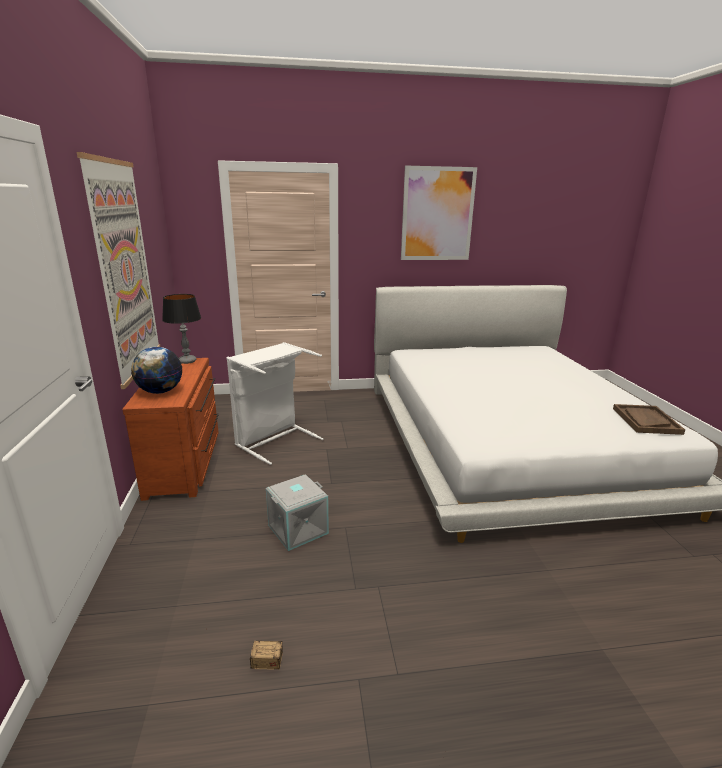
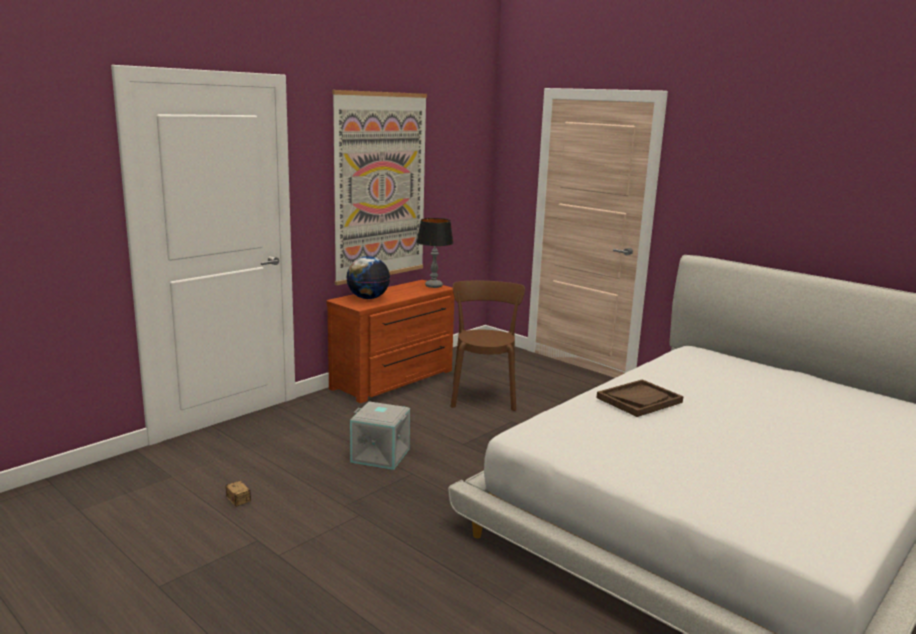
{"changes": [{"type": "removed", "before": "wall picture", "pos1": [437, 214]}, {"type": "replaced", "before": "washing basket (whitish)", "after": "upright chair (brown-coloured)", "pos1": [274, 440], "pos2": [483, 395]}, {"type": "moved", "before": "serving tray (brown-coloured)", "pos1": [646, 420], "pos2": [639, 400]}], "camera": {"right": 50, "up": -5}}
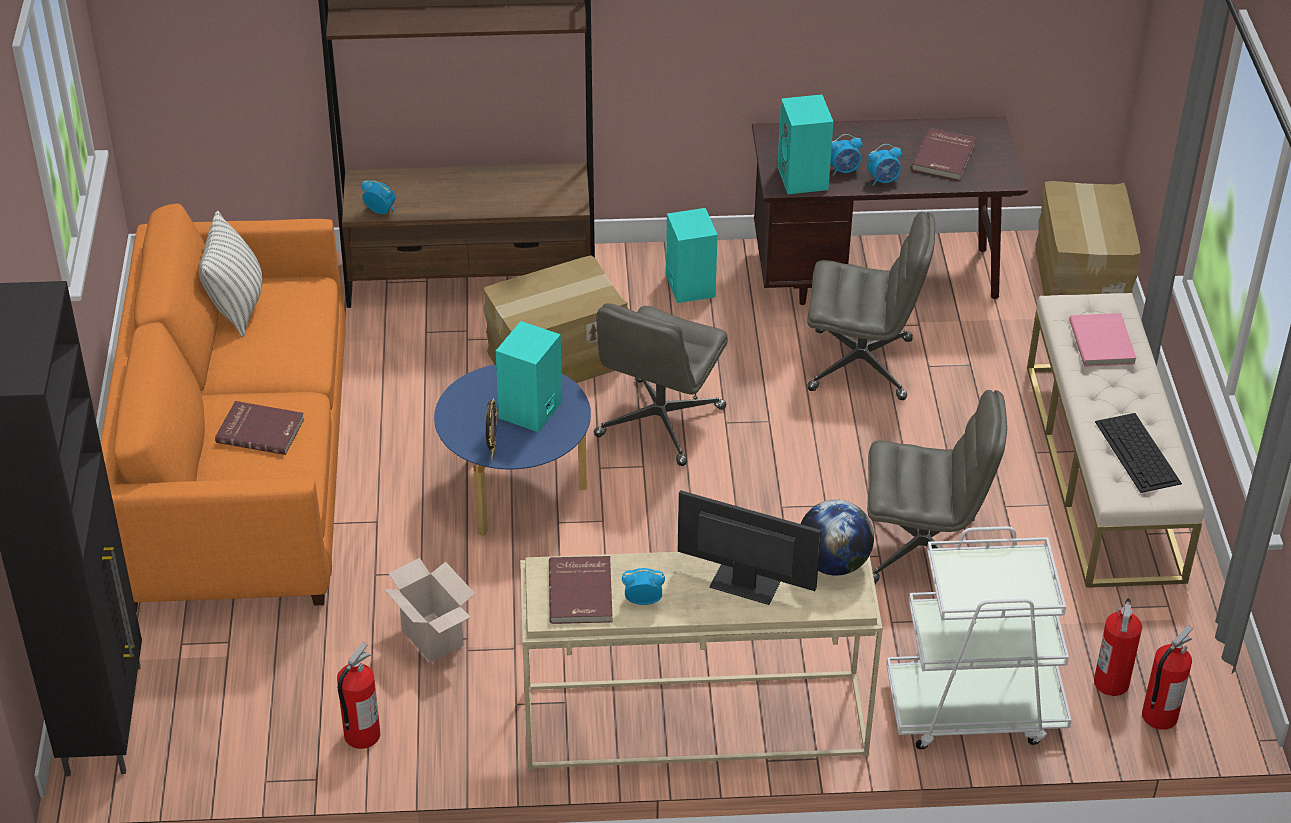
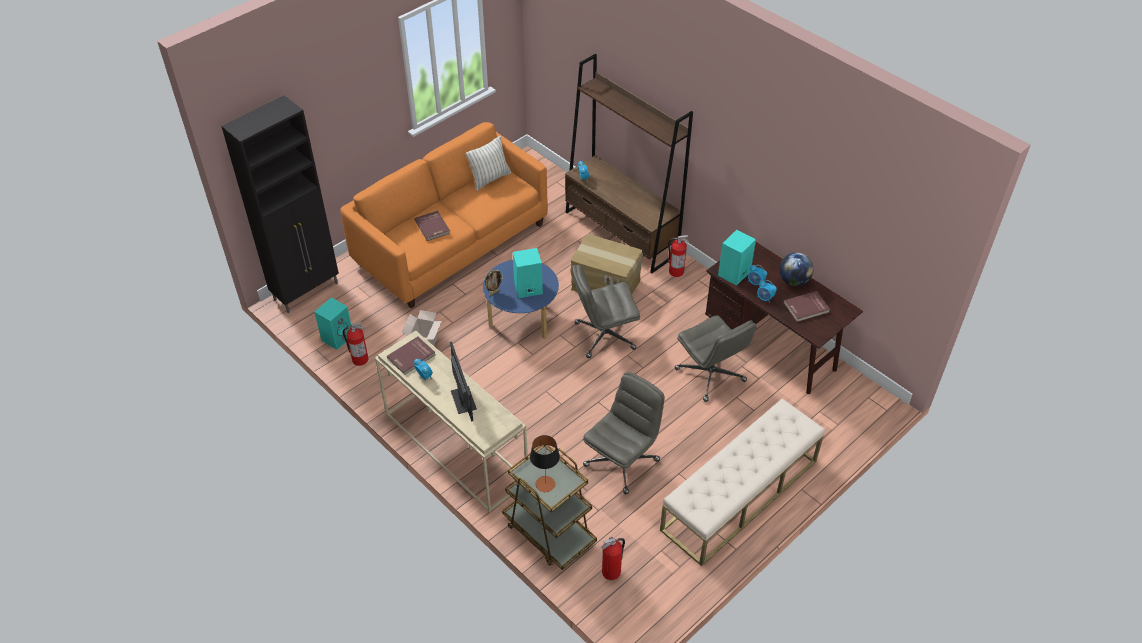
{"changes": [{"type": "removed", "before": "carton", "pos1": [1079, 279]}, {"type": "moved", "before": "speaker (turquoise)", "pos1": [689, 285], "pos2": [337, 337]}, {"type": "removed", "before": "book (pinkish)", "pos1": [1103, 342]}, {"type": "turned", "before": "office chair (gray)", "pos1": [923, 551], "pos2": [622, 462], "turn": -105}, {"type": "removed", "before": "keyboard", "pos1": [1138, 453]}, {"type": "moved", "before": "desk globe", "pos1": [833, 564], "pos2": [793, 281]}, {"type": "recoloured", "before": "cart (whitish)", "after": "cart (brown-coloured)", "pos1": [974, 709], "pos2": [549, 532]}, {"type": "moved", "before": "fire-fighting cylinder", "pos1": [1158, 716], "pos2": [676, 271]}, {"type": "added", "after": "tabletop lamp", "pos2": [545, 484]}], "camera": {"right": 50, "up": 5}}
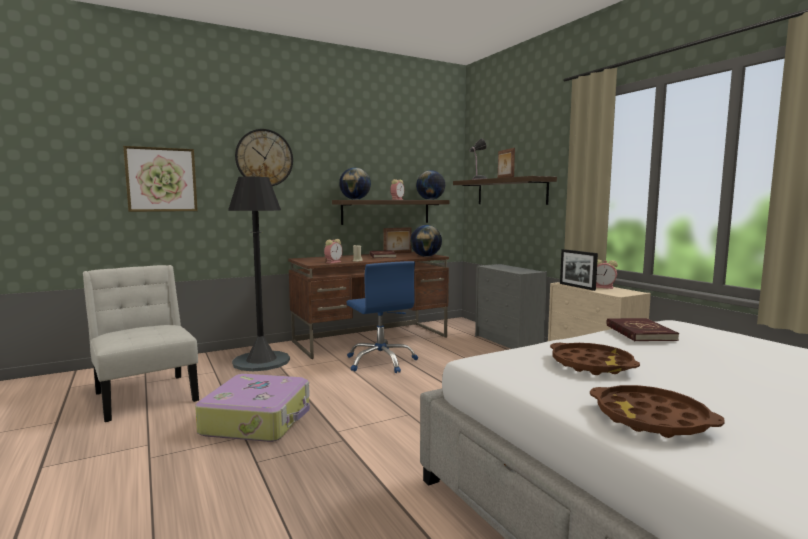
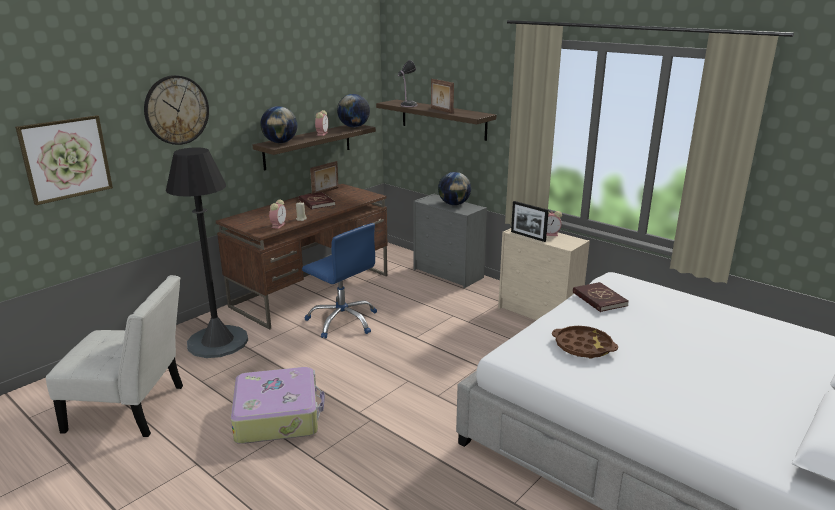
{"changes": [{"type": "moved", "before": "desk globe", "pos1": [426, 256], "pos2": [454, 204]}, {"type": "turned", "before": "upright chair (whitish)", "pos1": [146, 395], "pos2": [132, 409], "turn": 150}, {"type": "removed", "before": "serving tray (brown-coloured)", "pos1": [651, 419]}], "camera": {"right": -20, "up": 15}}
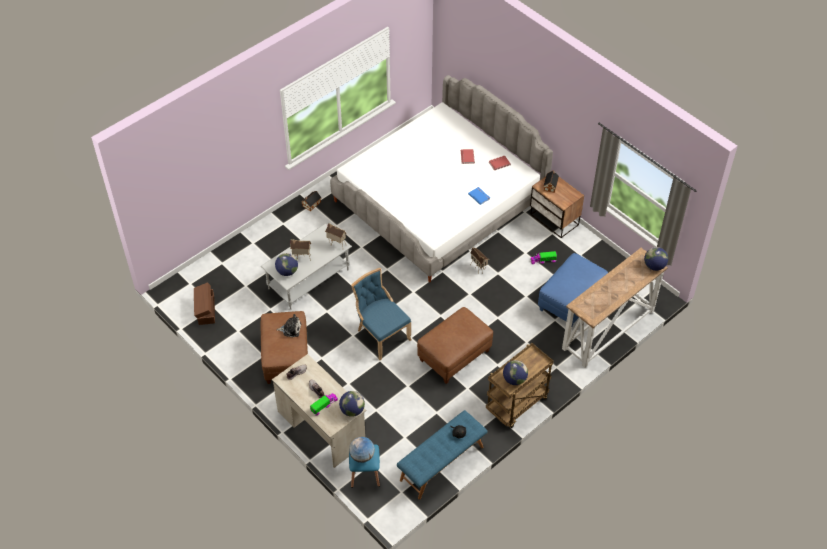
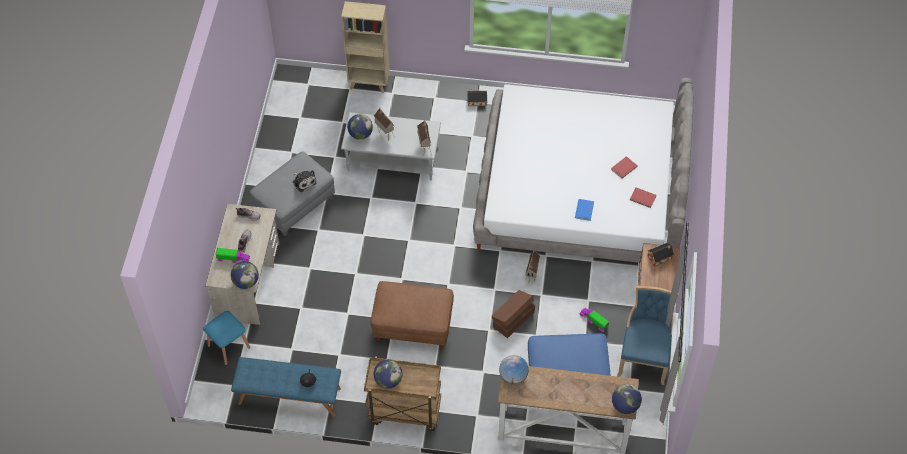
{"changes": [{"type": "moved", "before": "upright chair (blue)", "pos1": [381, 335], "pos2": [644, 356]}, {"type": "moved", "before": "storage container (brown-coloured)", "pos1": [205, 310], "pos2": [512, 319]}, {"type": "recoloured", "before": "ottoman (brown-coloured)", "after": "ottoman (gray)", "pos1": [285, 358], "pos2": [295, 205]}, {"type": "moved", "before": "desk globe", "pos1": [362, 456], "pos2": [513, 376]}, {"type": "added", "after": "bookcase (beige)", "pos2": [369, 83]}], "camera": {"right": 50, "up": 5}}
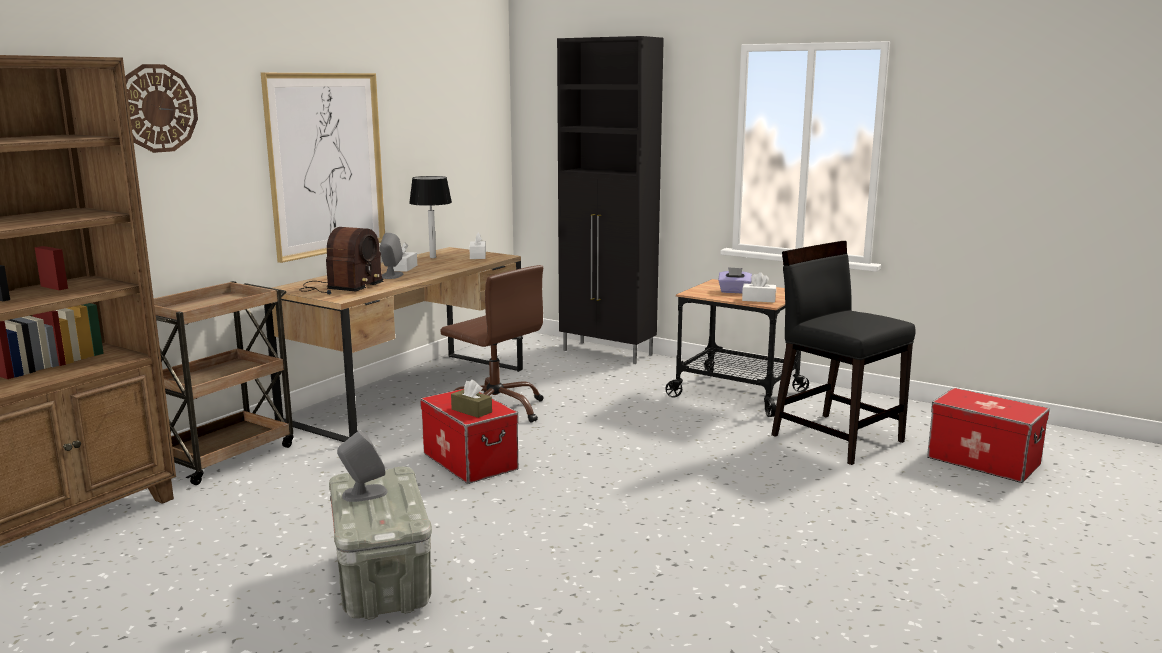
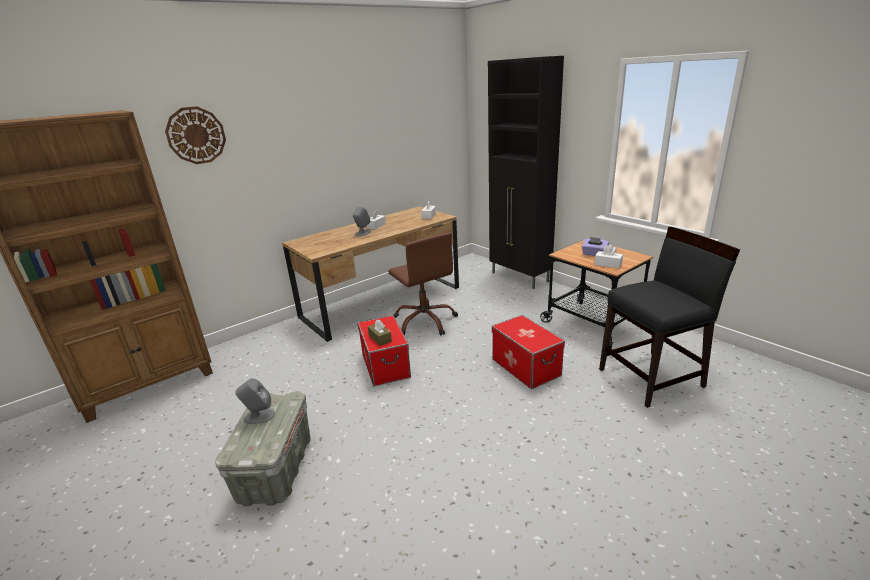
{"changes": [{"type": "removed", "before": "wall picture", "pos1": [326, 164]}, {"type": "removed", "before": "tabletop lamp", "pos1": [432, 257]}, {"type": "removed", "before": "radio receiver", "pos1": [340, 287]}, {"type": "turned", "before": "upright chair (blackish)", "pos1": [836, 437], "pos2": [652, 378], "turn": 90}, {"type": "removed", "before": "cart (brown-coloured)", "pos1": [226, 455]}, {"type": "moved", "before": "storage container", "pos1": [983, 461], "pos2": [526, 367]}], "camera": {"right": 20, "up": 10}}
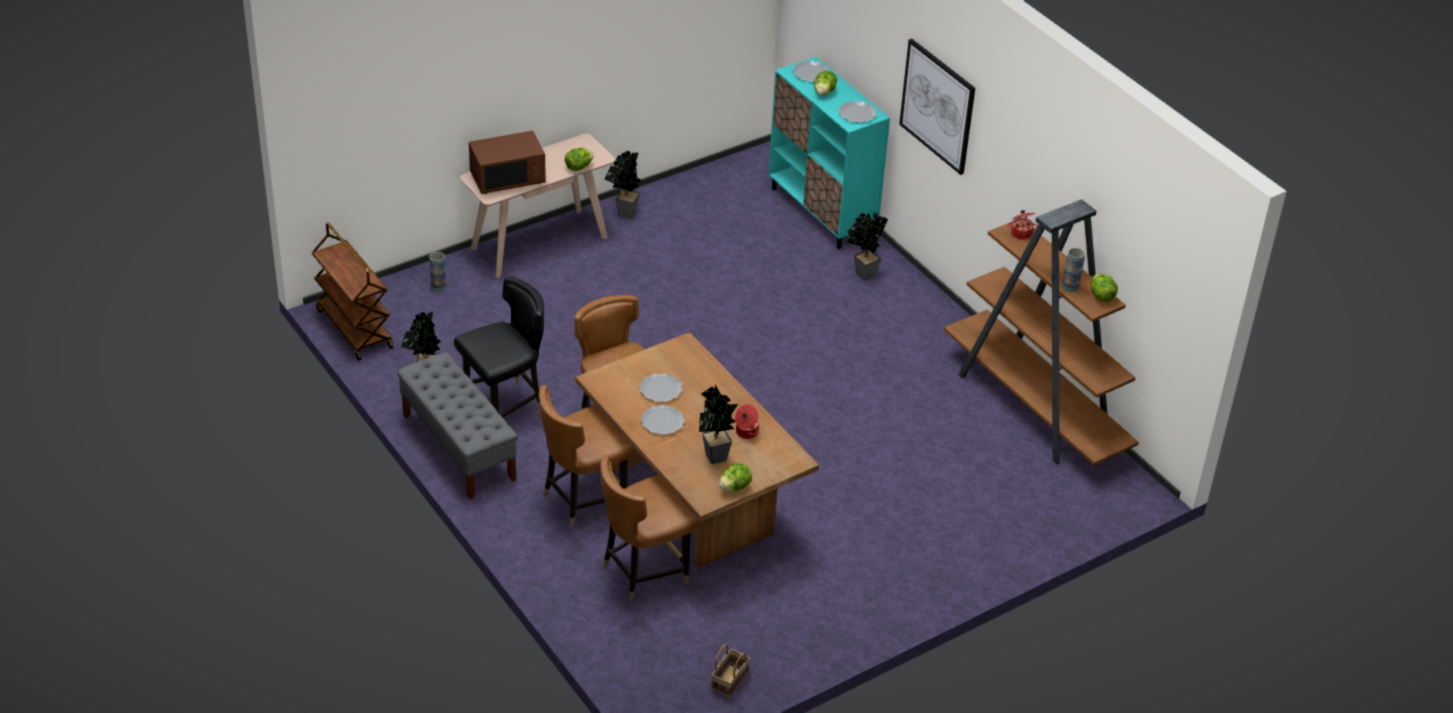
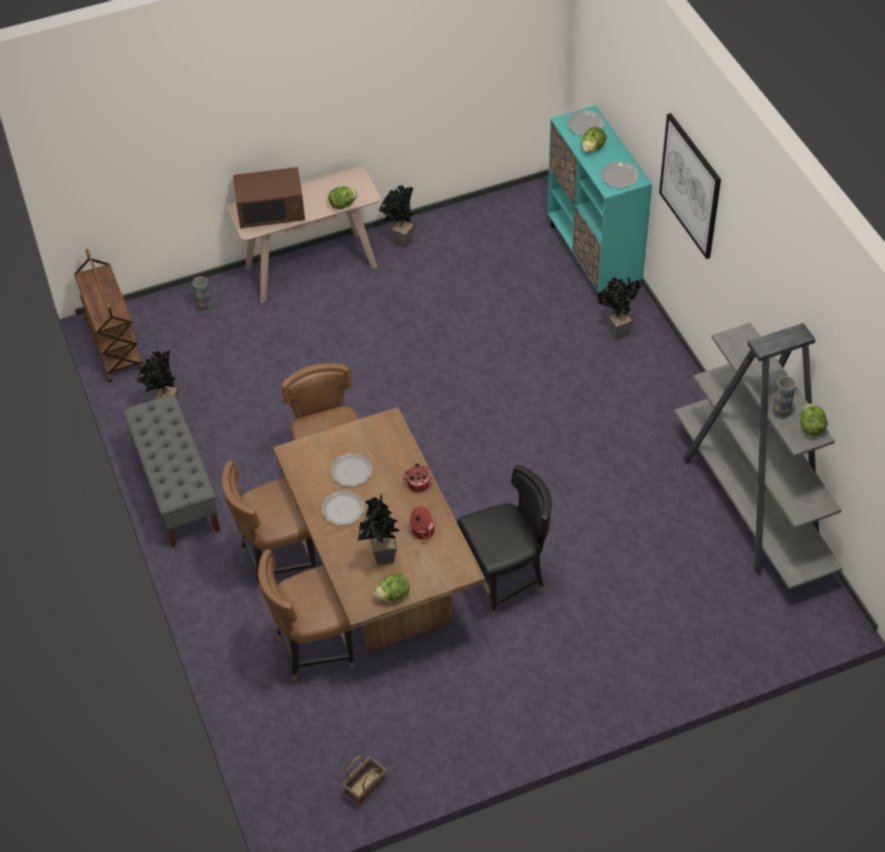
{"changes": [{"type": "recoloured", "before": "bookcase (brown-coloured)", "after": "bookcase (gray)", "pos1": [1035, 408], "pos2": [752, 507]}, {"type": "moved", "before": "cooking pot", "pos1": [1021, 233], "pos2": [418, 483]}, {"type": "moved", "before": "upright chair (blackish)", "pos1": [505, 405], "pos2": [506, 582]}], "camera": {"right": 15, "up": 10}}
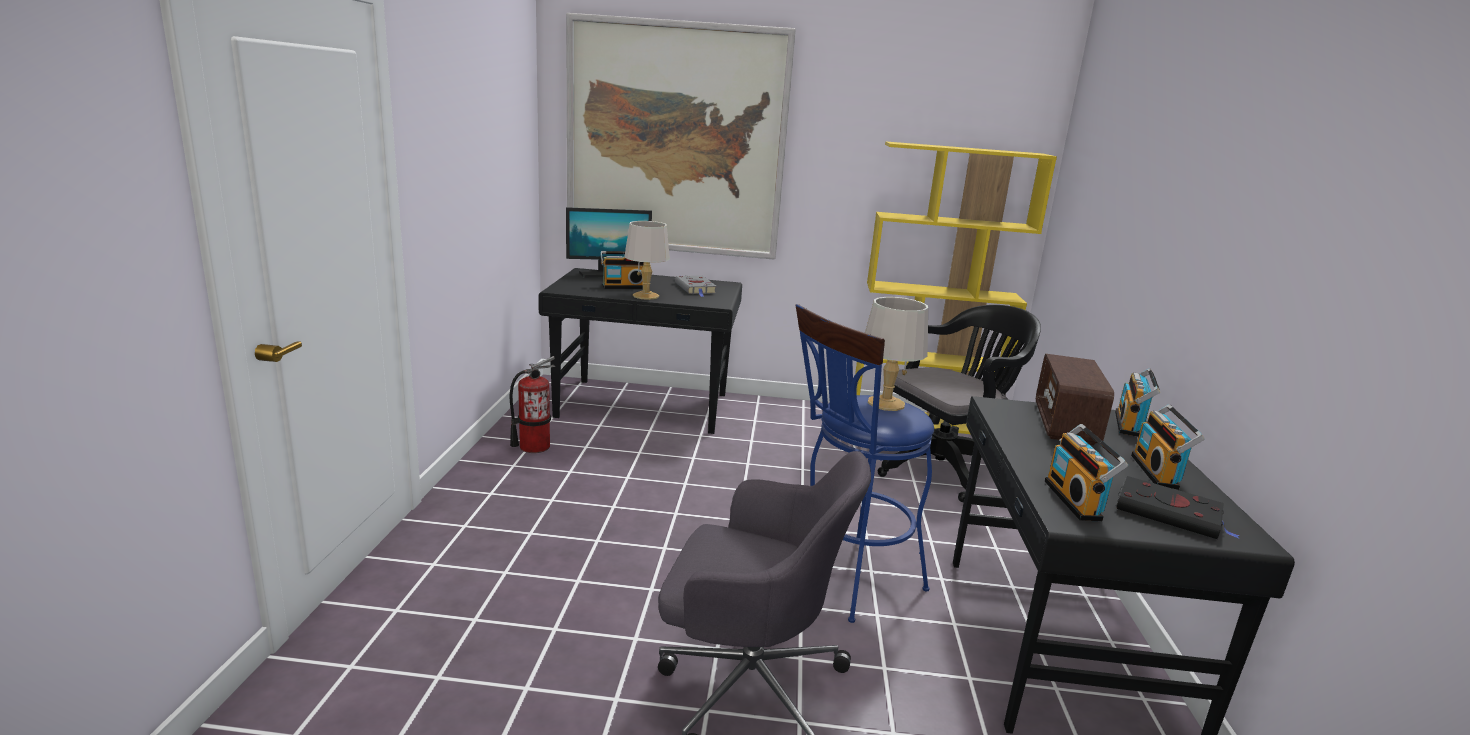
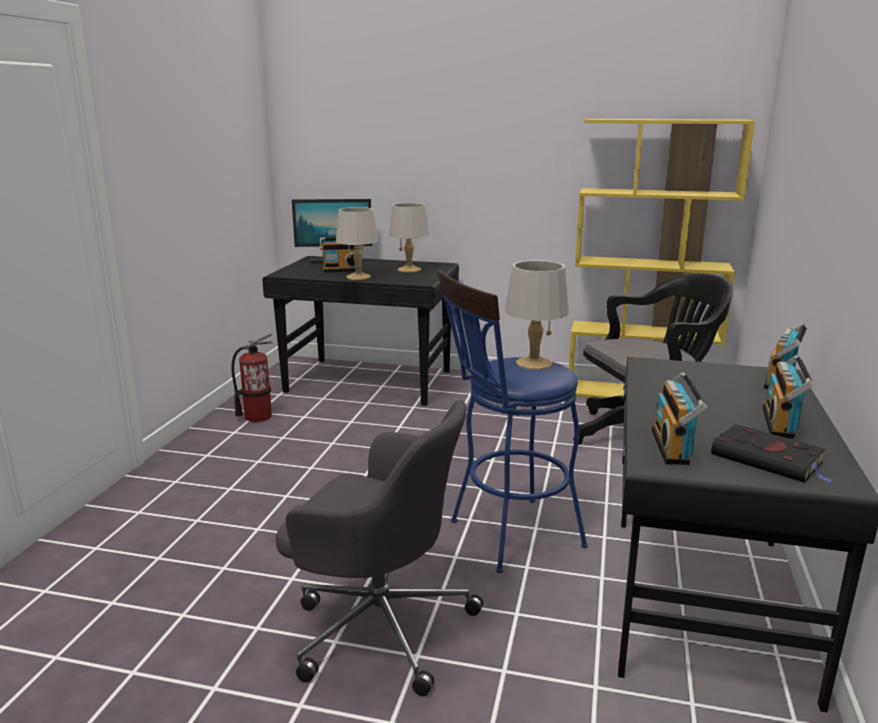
{"changes": [{"type": "removed", "before": "wall picture", "pos1": [676, 140]}, {"type": "replaced", "before": "book (gray)", "after": "tabletop lamp (gray)", "pos1": [696, 289], "pos2": [409, 270]}, {"type": "removed", "before": "radio receiver", "pos1": [1065, 425]}], "camera": {"right": 10, "up": 0}}
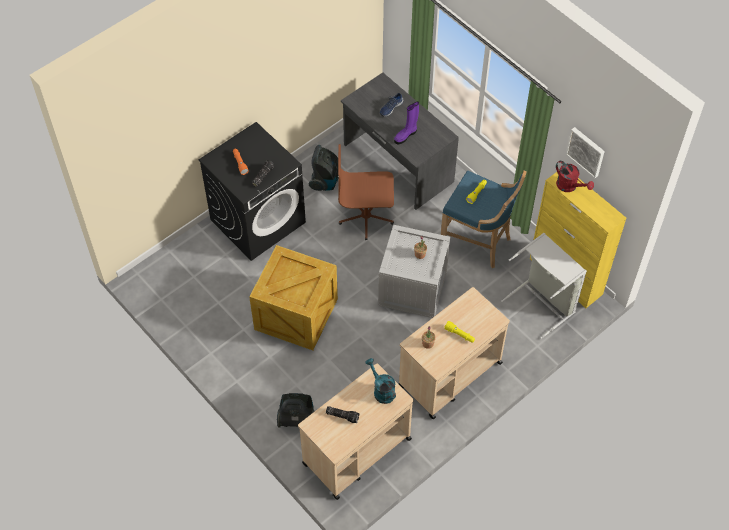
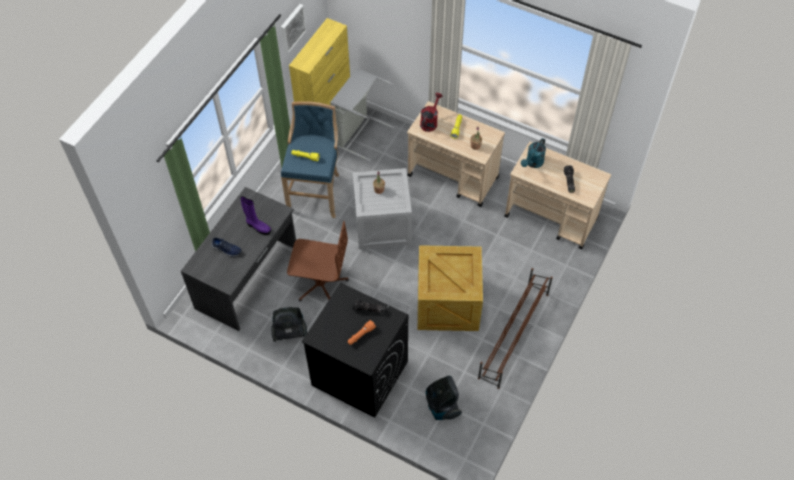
{"changes": [{"type": "turned", "before": "office chair (brown-coloured)", "pos1": [366, 217], "pos2": [320, 283], "turn": -60}, {"type": "moved", "before": "watering pot (red)", "pos1": [570, 186], "pos2": [430, 121]}, {"type": "moved", "before": "hoover", "pos1": [296, 418], "pos2": [442, 407]}, {"type": "added", "after": "shoe stand (brown-coloured)", "pos2": [513, 335]}], "camera": {"right": -110, "up": 0}}
